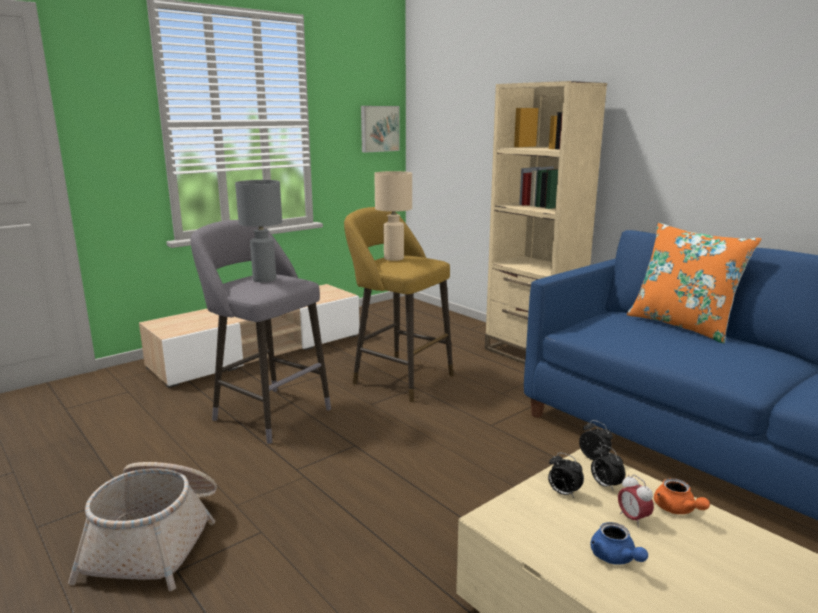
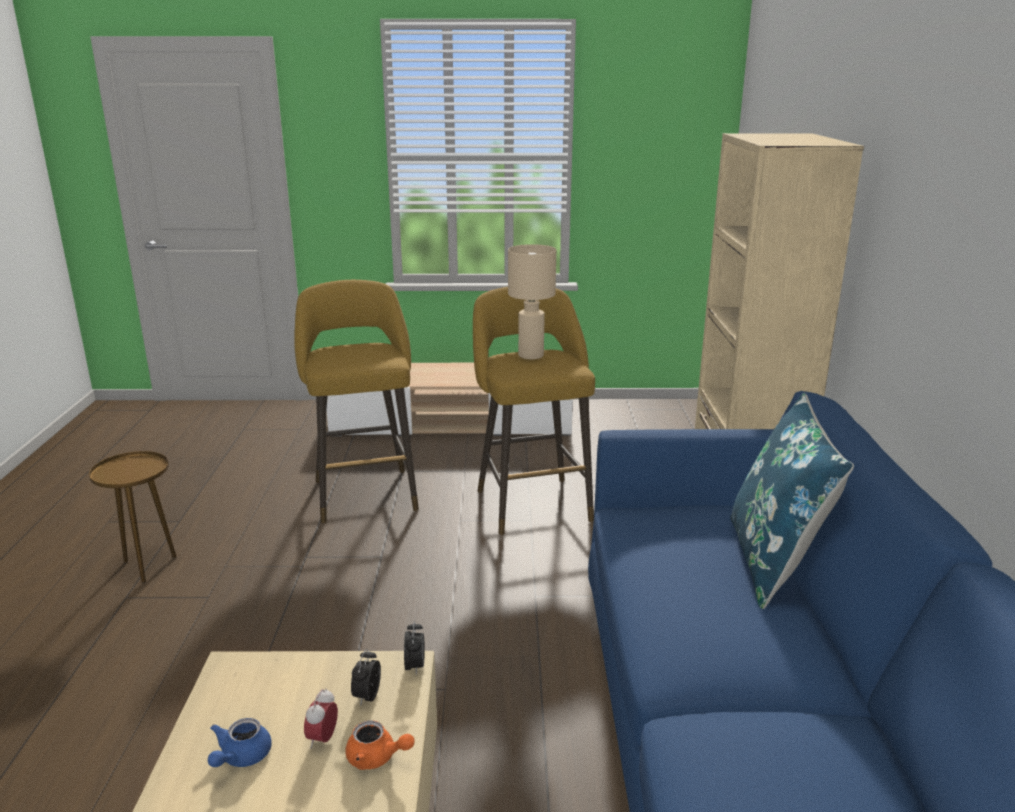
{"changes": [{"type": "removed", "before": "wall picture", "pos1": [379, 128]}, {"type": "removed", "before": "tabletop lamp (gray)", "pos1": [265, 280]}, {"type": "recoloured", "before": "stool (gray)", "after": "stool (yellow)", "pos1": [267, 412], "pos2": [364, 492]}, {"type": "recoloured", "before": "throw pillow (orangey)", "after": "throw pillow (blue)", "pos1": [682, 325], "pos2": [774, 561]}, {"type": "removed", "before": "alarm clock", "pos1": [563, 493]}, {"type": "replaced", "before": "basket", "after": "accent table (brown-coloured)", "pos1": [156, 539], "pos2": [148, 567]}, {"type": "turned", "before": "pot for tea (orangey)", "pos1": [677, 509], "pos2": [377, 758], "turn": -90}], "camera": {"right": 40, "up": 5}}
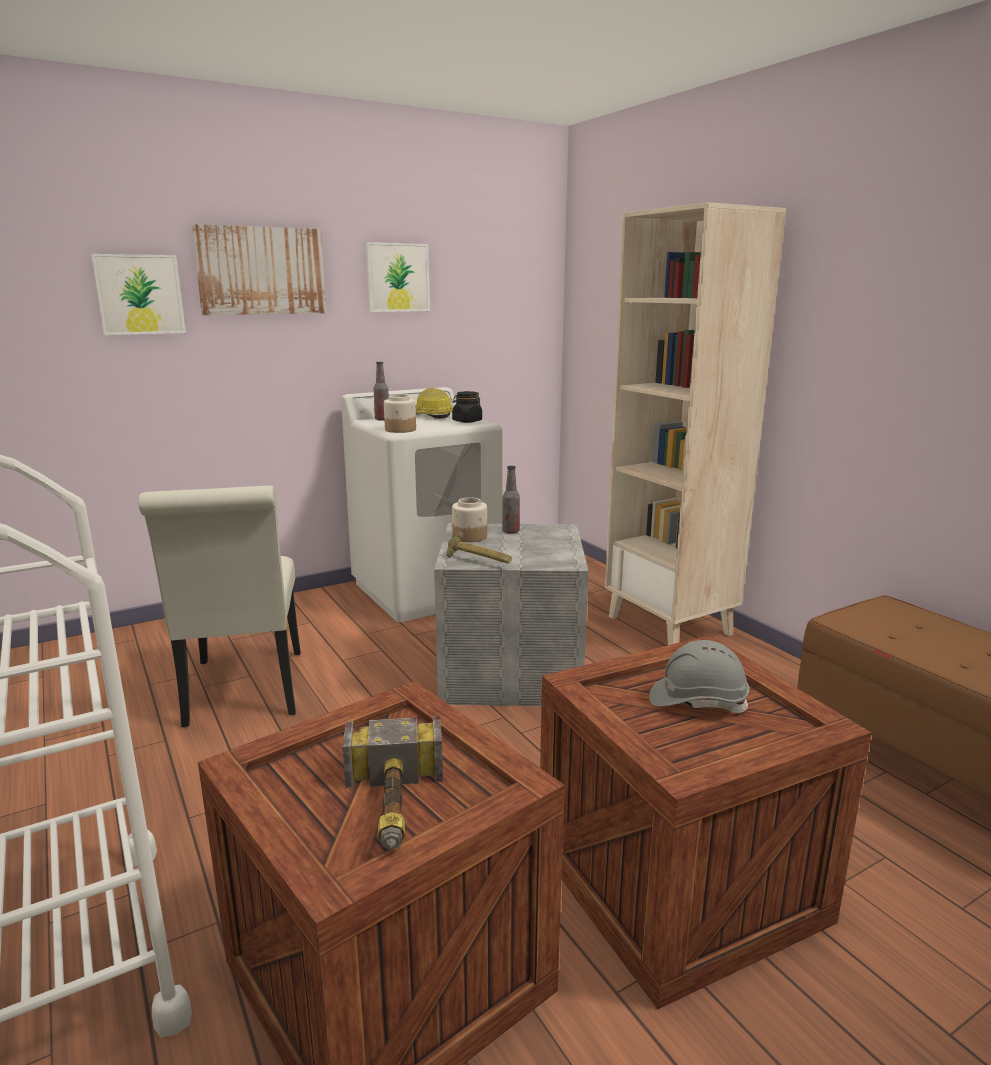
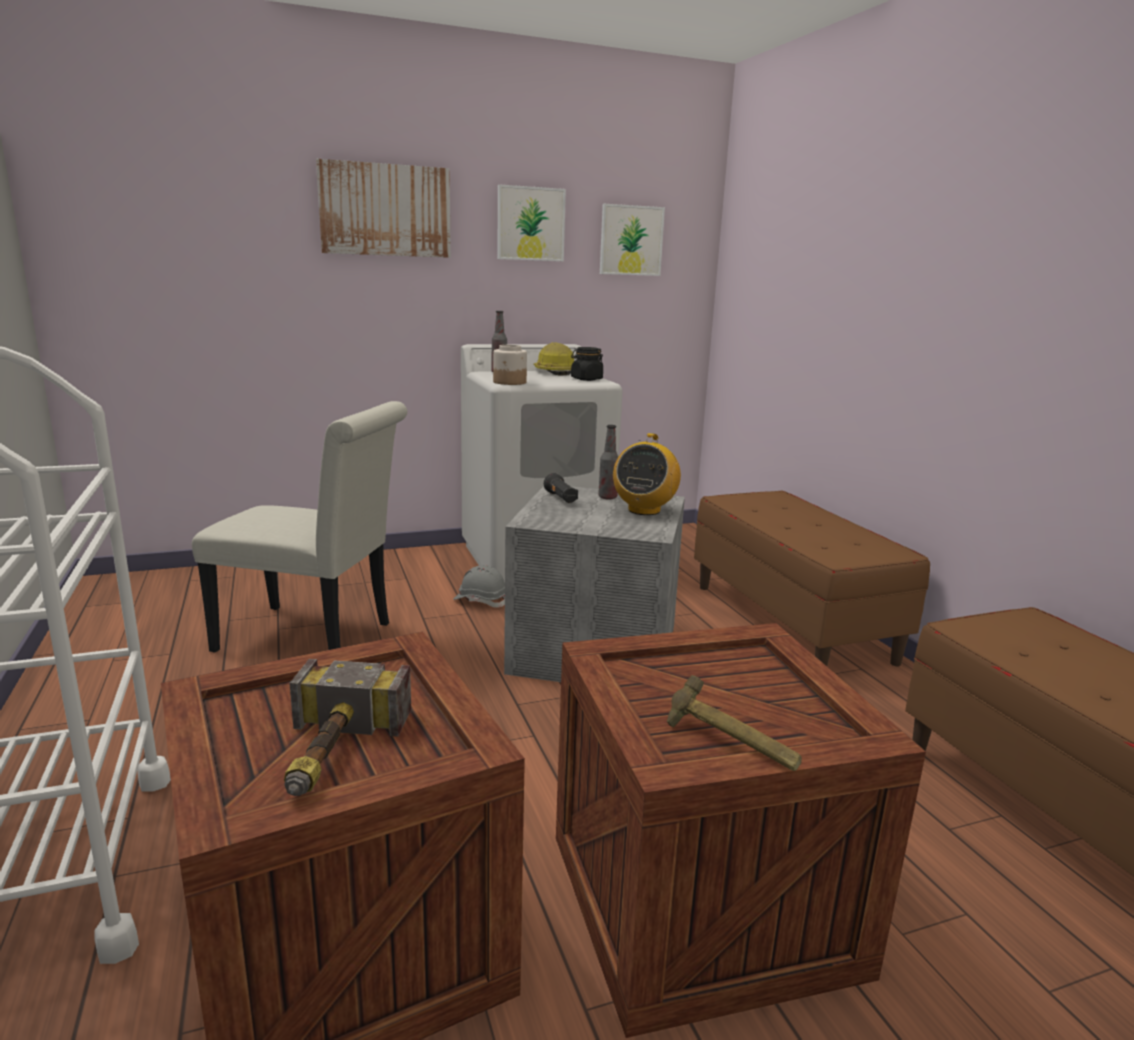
{"changes": [{"type": "replaced", "before": "bookcase (beige)", "after": "indoor bench (brown-coloured)", "pos1": [670, 625], "pos2": [791, 622]}, {"type": "moved", "before": "wall picture", "pos1": [139, 294], "pos2": [631, 240]}, {"type": "turned", "before": "upright chair (whitish)", "pos1": [244, 693], "pos2": [315, 639], "turn": -75}, {"type": "replaced", "before": "storage jar", "after": "flashlight (blackish)", "pos1": [470, 536], "pos2": [561, 498]}, {"type": "moved", "before": "hammer", "pos1": [478, 562], "pos2": [730, 747]}, {"type": "moved", "before": "work helmet (gray)", "pos1": [697, 701], "pos2": [481, 601]}, {"type": "added", "after": "radio receiver", "pos2": [644, 510]}], "camera": {"right": 10, "up": 0}}
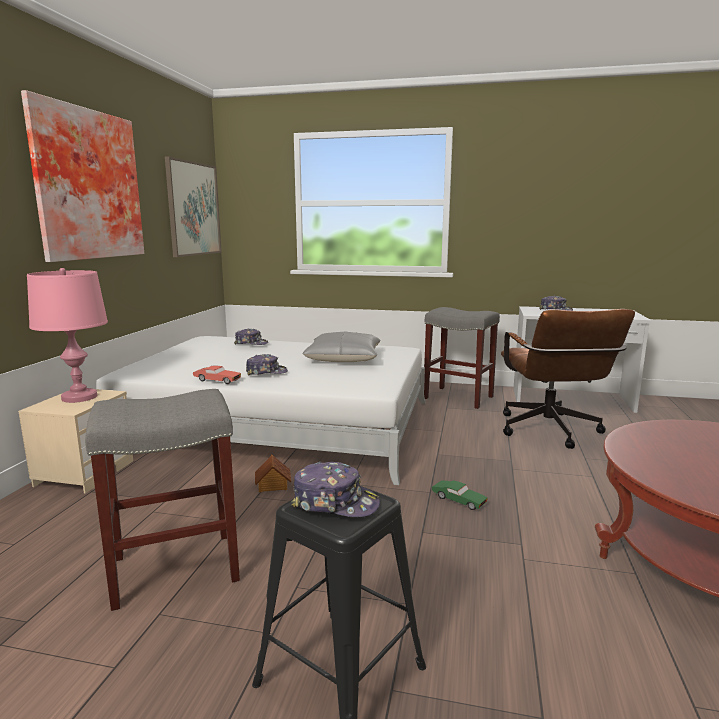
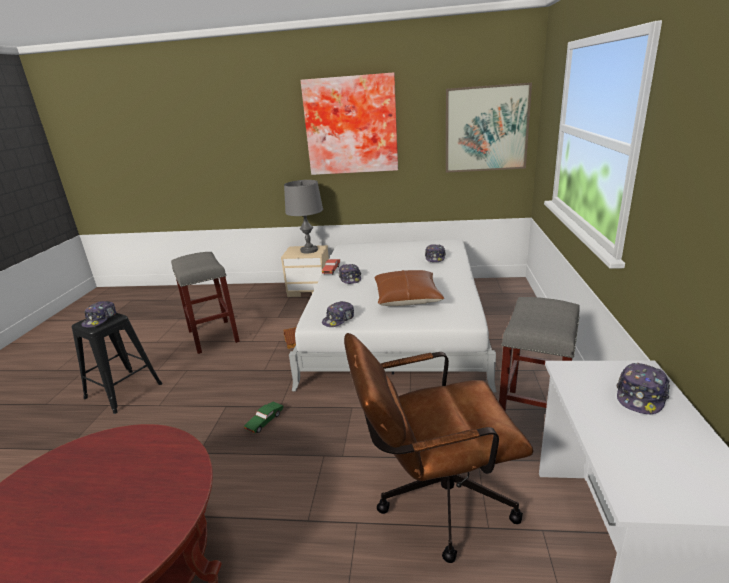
{"changes": [{"type": "recoloured", "before": "tabletop lamp (pinkish)", "after": "tabletop lamp (gray)", "pos1": [79, 397], "pos2": [309, 250]}, {"type": "recoloured", "before": "throw pillow (gray)", "after": "throw pillow (brown-coloured)", "pos1": [343, 359], "pos2": [407, 297]}, {"type": "added", "after": "peaked cap", "pos2": [339, 319]}], "camera": {"right": 85, "up": 10}}
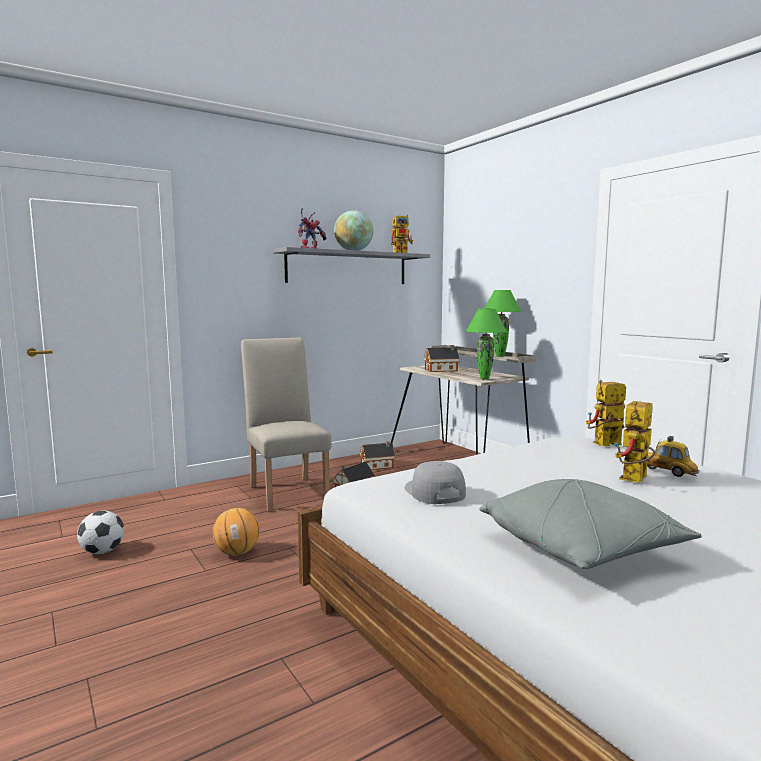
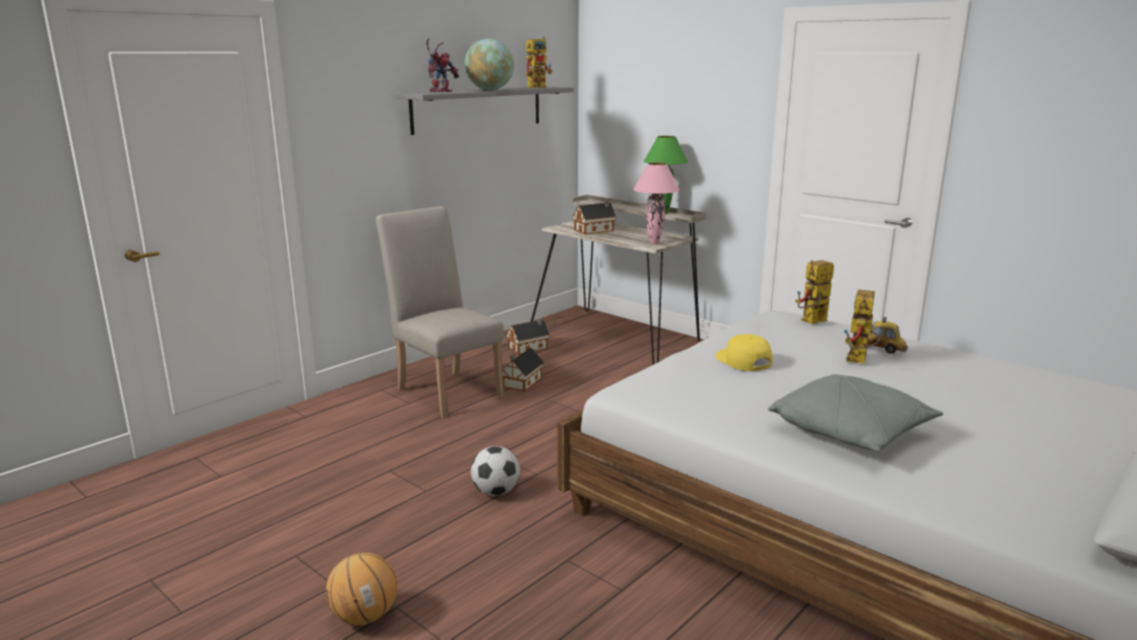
{"changes": [{"type": "recoloured", "before": "tabletop lamp (greenish)", "after": "tabletop lamp (pinkish)", "pos1": [484, 379], "pos2": [654, 243]}, {"type": "removed", "before": "peaked cap (gray)", "pos1": [433, 492]}, {"type": "moved", "before": "basketball", "pos1": [237, 553], "pos2": [364, 616]}, {"type": "moved", "before": "football", "pos1": [102, 551], "pos2": [496, 492]}, {"type": "added", "after": "peaked cap (yellow)", "pos2": [742, 360]}], "camera": {"right": -15, "up": 10}}
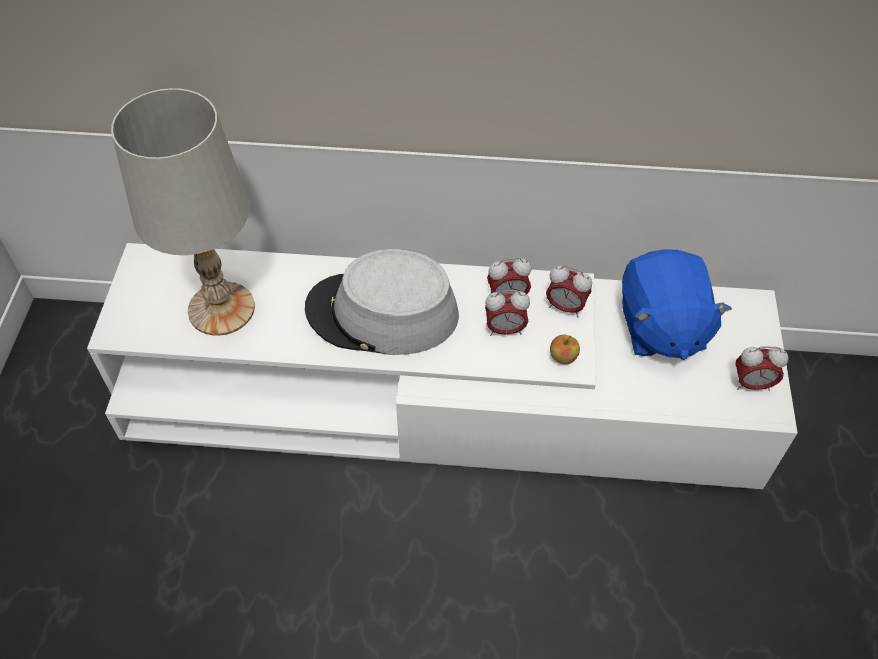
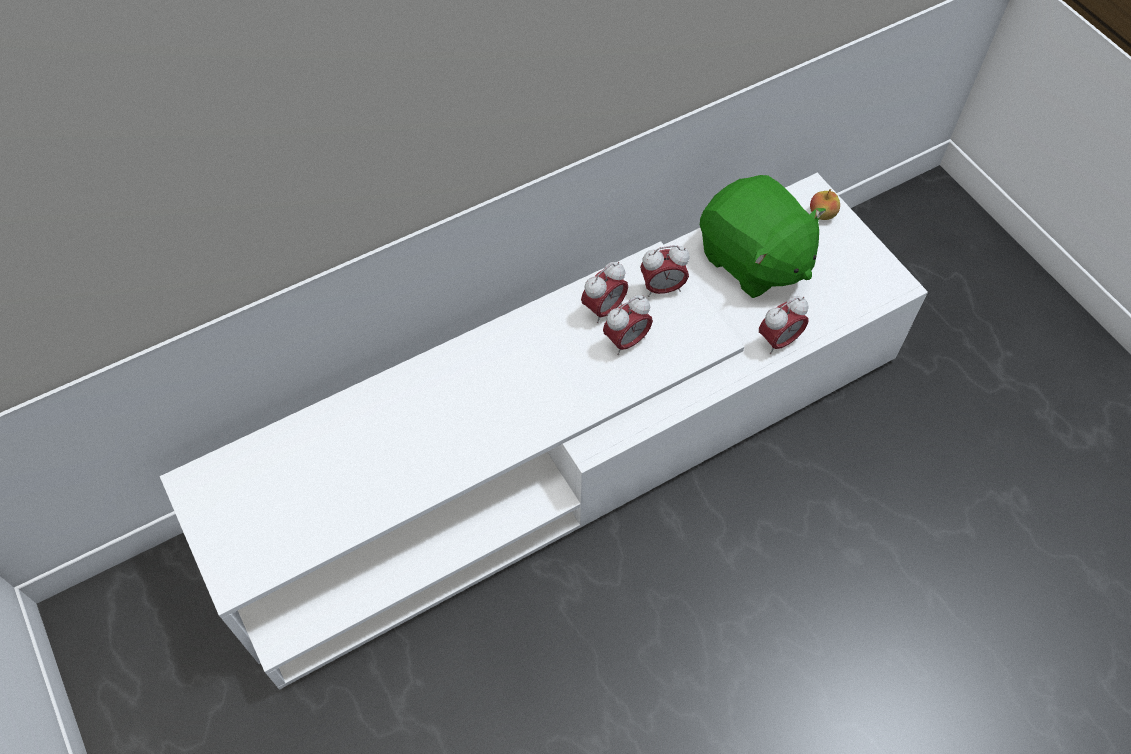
{"changes": [{"type": "removed", "before": "tabletop lamp (whitish)", "pos1": [221, 308]}, {"type": "removed", "before": "wearable hat (gray)", "pos1": [382, 313]}, {"type": "recoloured", "before": "cuddly toy (blue)", "after": "cuddly toy (greenish)", "pos1": [660, 327], "pos2": [753, 260]}, {"type": "moved", "before": "apple", "pos1": [563, 357], "pos2": [822, 214]}, {"type": "moved", "before": "alarm clock", "pos1": [751, 384], "pos2": [778, 341]}], "camera": {"right": -35, "up": 5}}
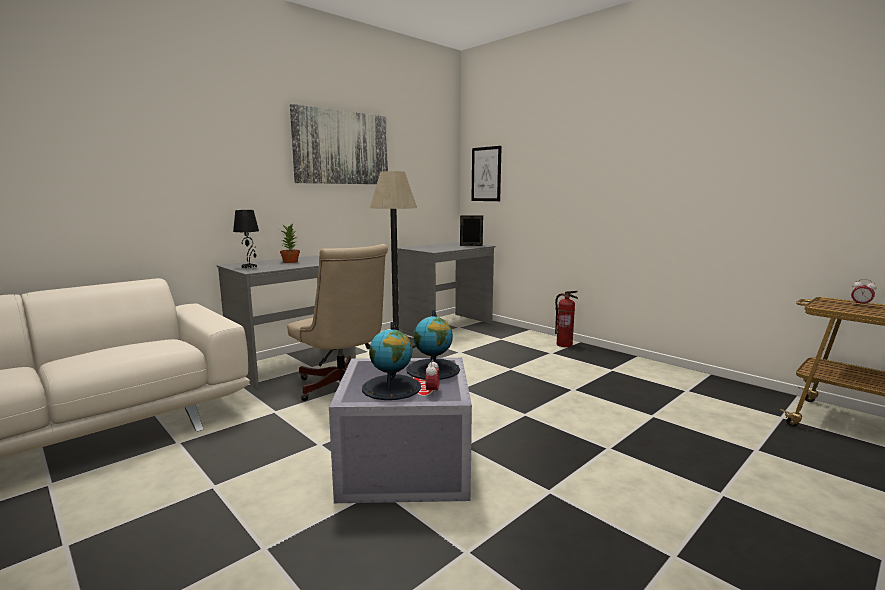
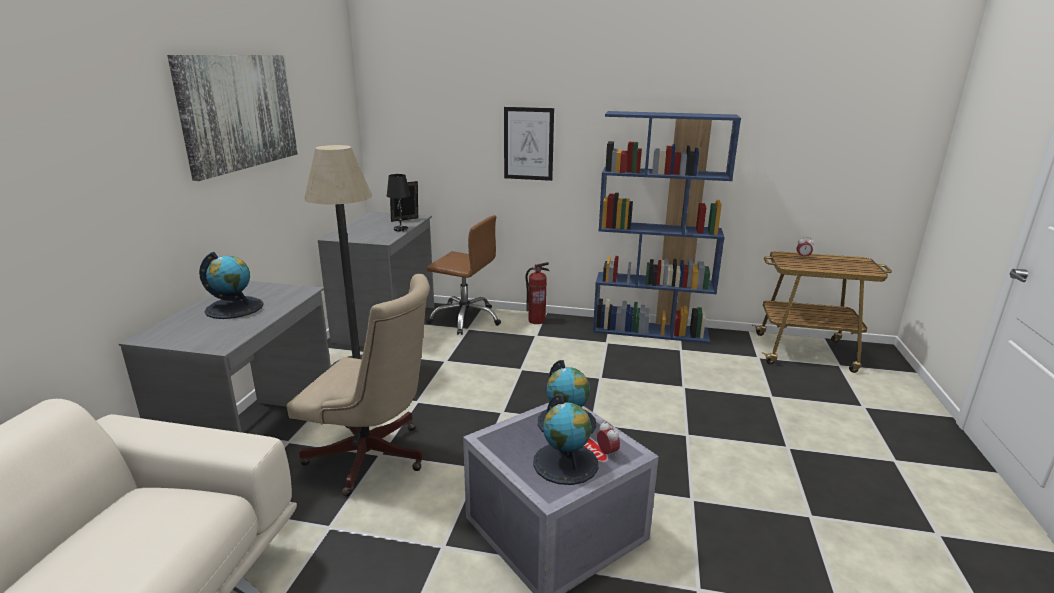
{"changes": [{"type": "moved", "before": "wall picture", "pos1": [486, 174], "pos2": [528, 144]}, {"type": "moved", "before": "tabletop lamp (blackish)", "pos1": [249, 267], "pos2": [400, 229]}, {"type": "replaced", "before": "plant in a pot", "after": "desk globe", "pos1": [291, 262], "pos2": [234, 308]}, {"type": "added", "after": "bookcase (blue)", "pos2": [651, 330]}, {"type": "added", "after": "office chair (brown-coloured)", "pos2": [465, 319]}], "camera": {"right": -35, "up": 10}}
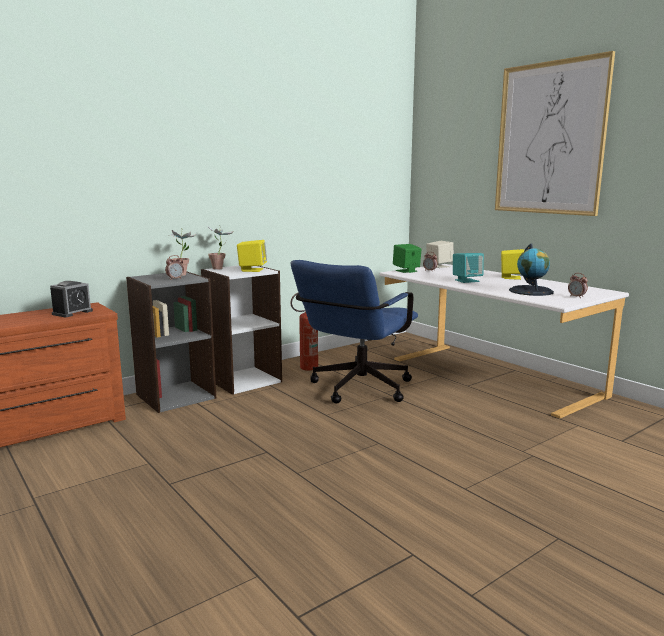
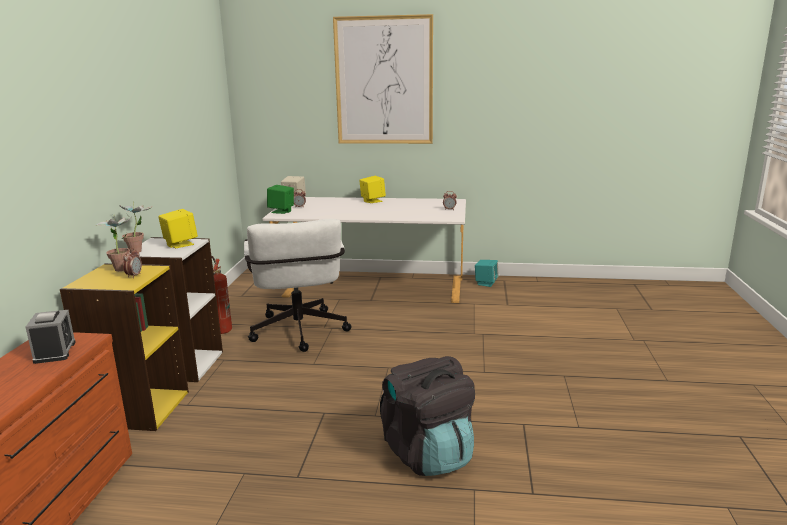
{"changes": [{"type": "removed", "before": "desk globe", "pos1": [531, 291]}, {"type": "moved", "before": "speaker (turquoise)", "pos1": [466, 280], "pos2": [486, 283]}, {"type": "recoloured", "before": "office chair (blue)", "after": "office chair (whitish)", "pos1": [356, 390], "pos2": [299, 334]}, {"type": "recoloured", "before": "bookcase (gray)", "after": "bookcase (yellow)", "pos1": [175, 396], "pos2": [139, 408]}, {"type": "added", "after": "knapsack (blackish)", "pos2": [428, 453]}], "camera": {"right": -45, "up": 5}}
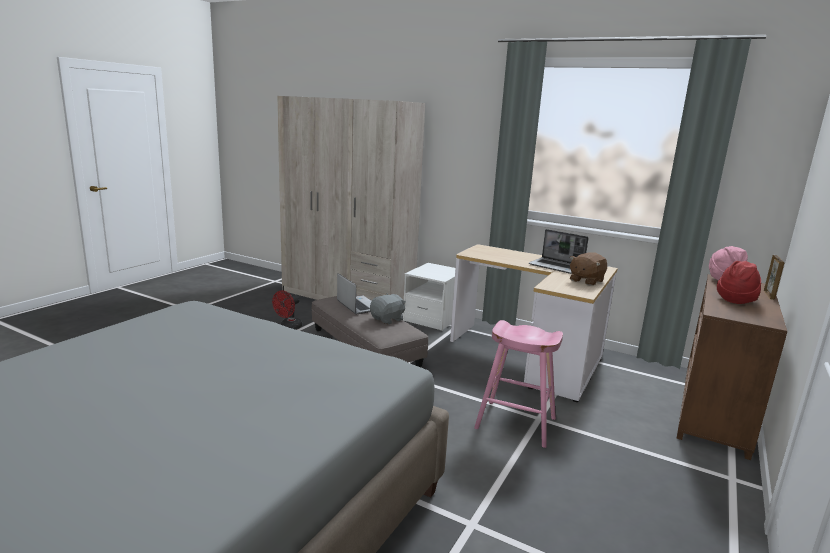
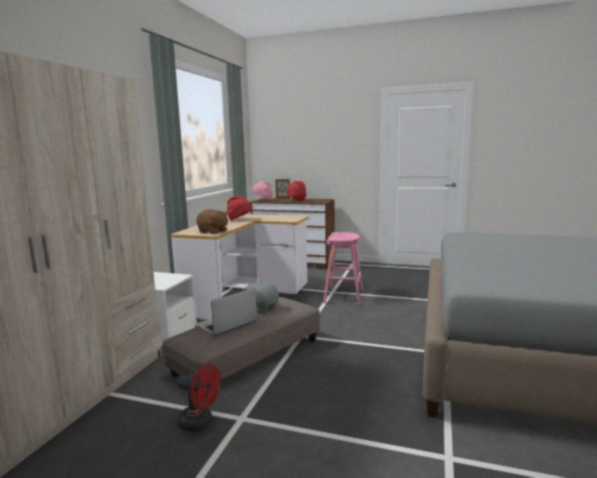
{"changes": [{"type": "replaced", "before": "portable computer", "after": "wearable hat (red)", "pos1": [557, 267], "pos2": [239, 220]}, {"type": "moved", "before": "cuddly toy (brown-coloured)", "pos1": [586, 280], "pos2": [213, 232]}], "camera": {"right": -100, "up": -5}}
